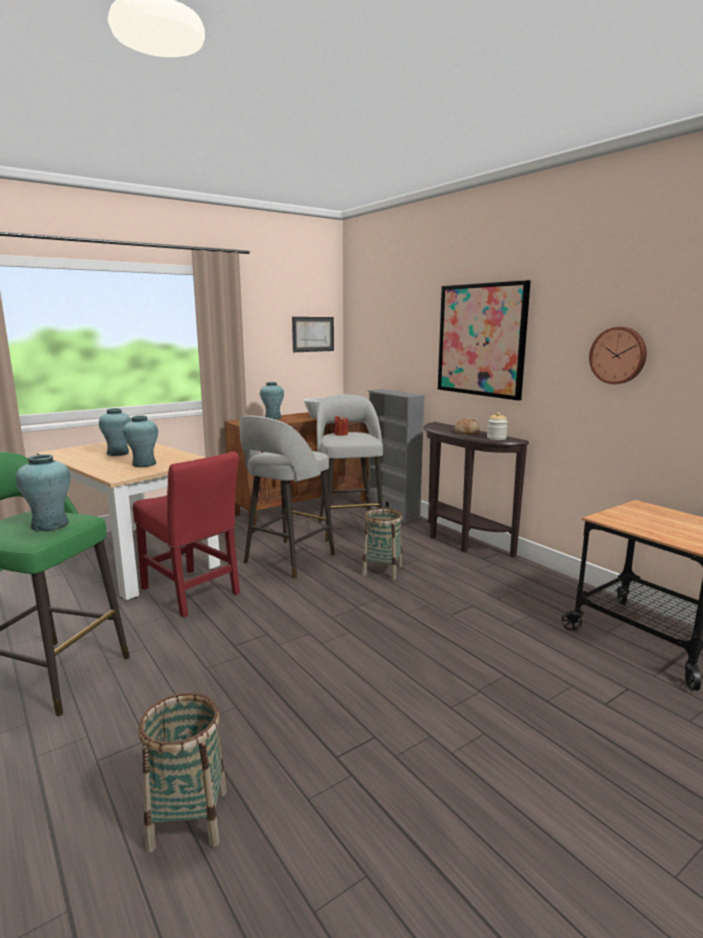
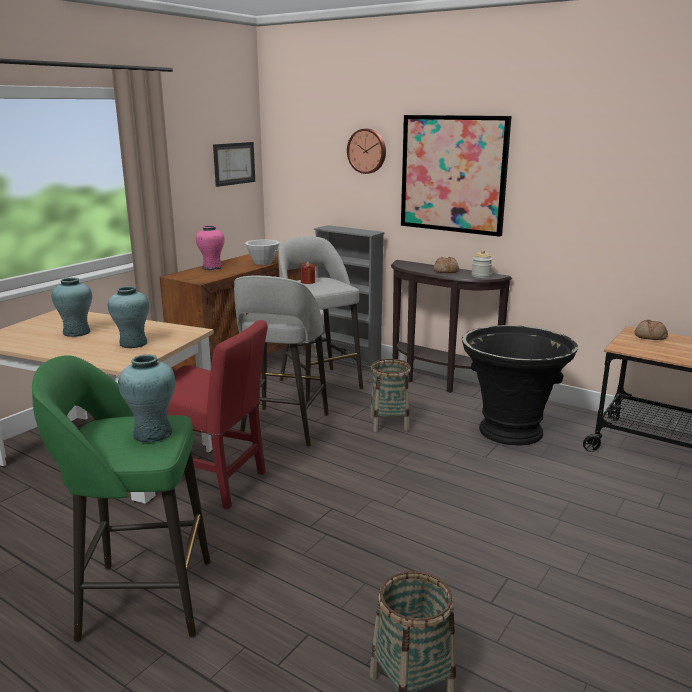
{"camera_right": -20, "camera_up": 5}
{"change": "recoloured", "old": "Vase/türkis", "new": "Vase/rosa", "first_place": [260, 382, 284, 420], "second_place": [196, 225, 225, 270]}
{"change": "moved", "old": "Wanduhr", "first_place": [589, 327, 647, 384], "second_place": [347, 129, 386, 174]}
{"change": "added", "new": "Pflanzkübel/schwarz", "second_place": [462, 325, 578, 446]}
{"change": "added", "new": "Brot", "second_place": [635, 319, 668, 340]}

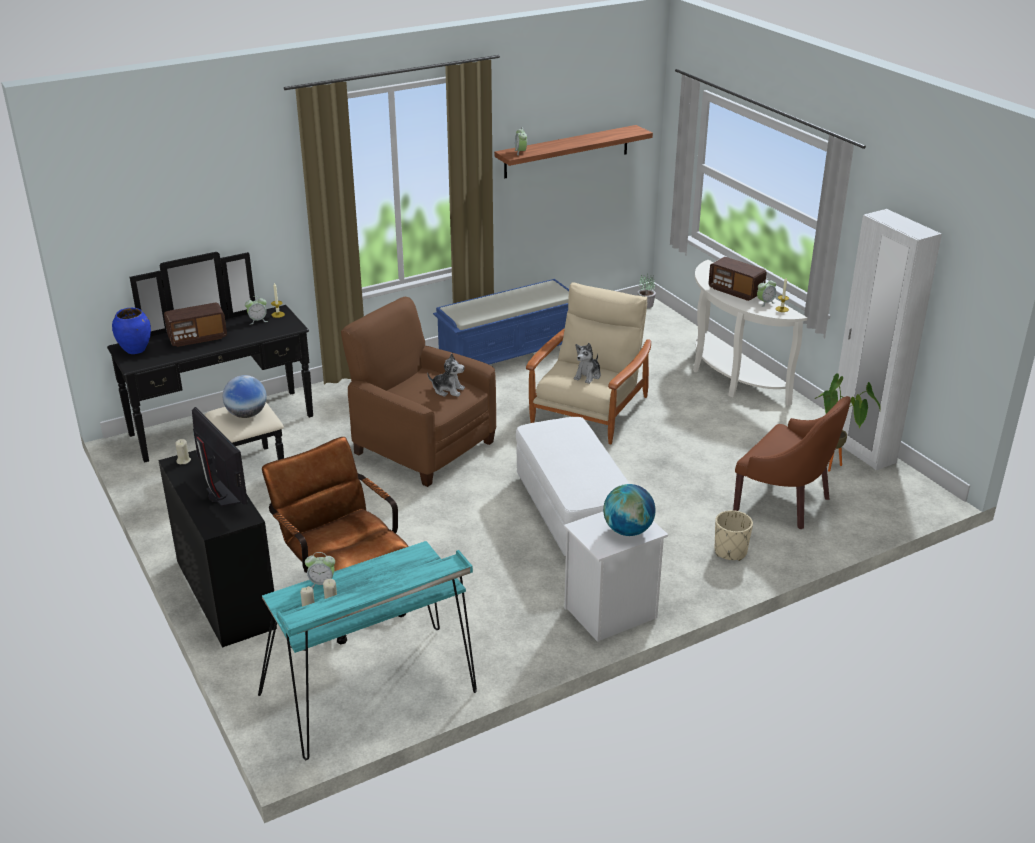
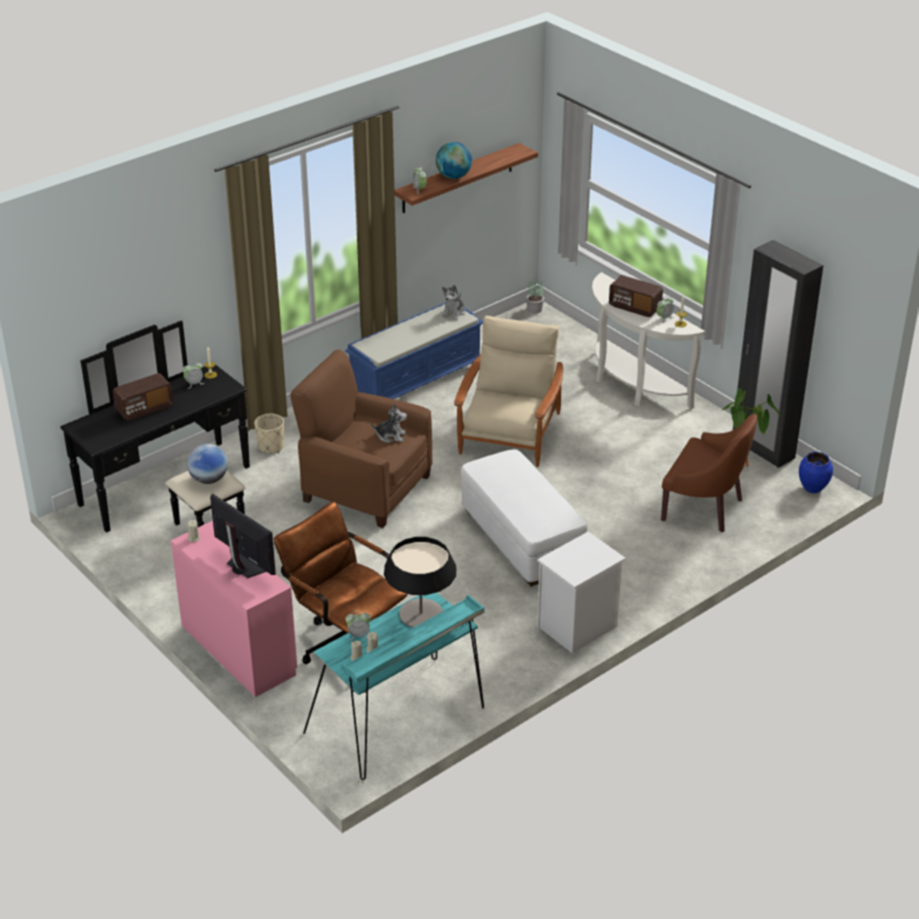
{"camera_right": -10, "camera_up": 5}
{"change": "recoloured", "old": "Schreibtisch/schwarz", "new": "Schreibtisch/rosa", "first_place": [158, 450, 277, 648], "second_place": [171, 521, 297, 697]}
{"change": "moved", "old": "Pflanzkübel/beige", "first_place": [715, 510, 753, 561], "second_place": [254, 414, 284, 453]}
{"change": "added", "new": "Tischlampe", "second_place": [384, 537, 457, 628]}
{"change": "moved", "old": "Globus", "first_place": [603, 484, 656, 536], "second_place": [436, 142, 472, 179]}
{"change": "moved", "old": "Plüschtier", "first_place": [574, 343, 601, 384], "second_place": [442, 285, 465, 320]}
{"change": "recoloured", "old": "Kleiderschrank/weiß", "new": "Kleiderschrank/schwarz", "first_place": [836, 209, 942, 470], "second_place": [733, 240, 824, 468]}
{"change": "moved", "old": "Vase/blau", "first_place": [112, 308, 151, 354], "second_place": [799, 452, 833, 493]}

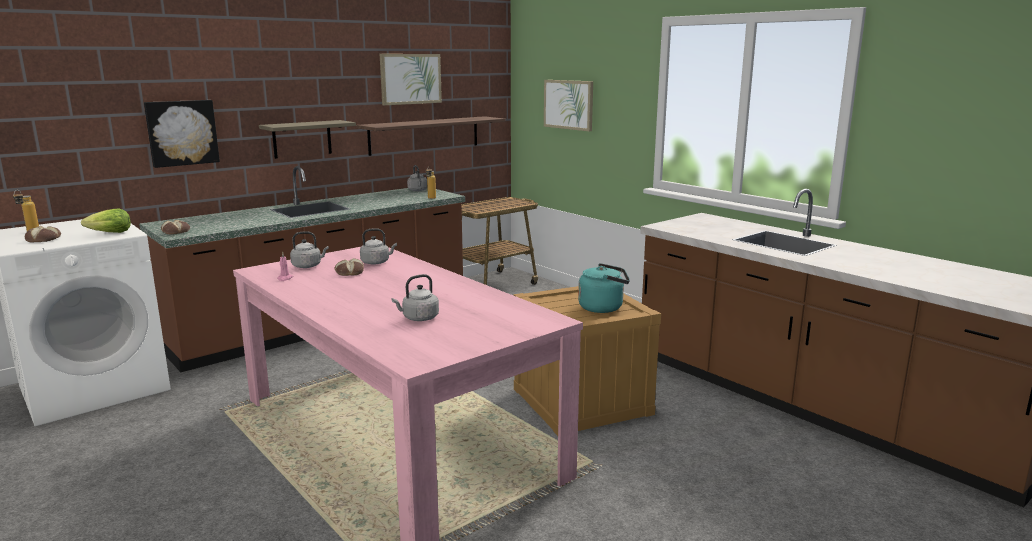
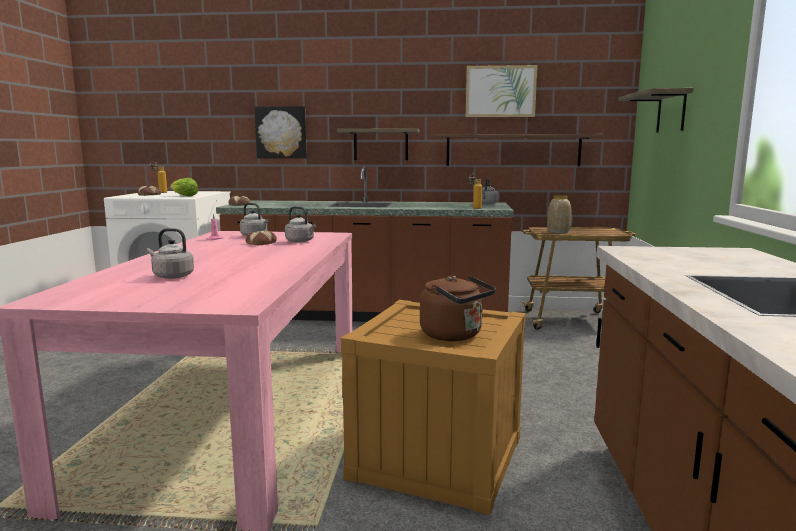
{"camera_right": 45, "camera_up": -5}
{"change": "recoloured", "old": "Wasserkessel/türkis", "new": "Wasserkessel/braun", "first_place": [578, 263, 630, 313], "second_place": [420, 275, 496, 341]}
{"change": "added", "new": "Vase", "second_place": [547, 195, 571, 233]}
{"change": "replaced", "old": "Bild", "new": "Wandregal", "first_place": [544, 80, 593, 131], "second_place": [618, 88, 694, 133]}

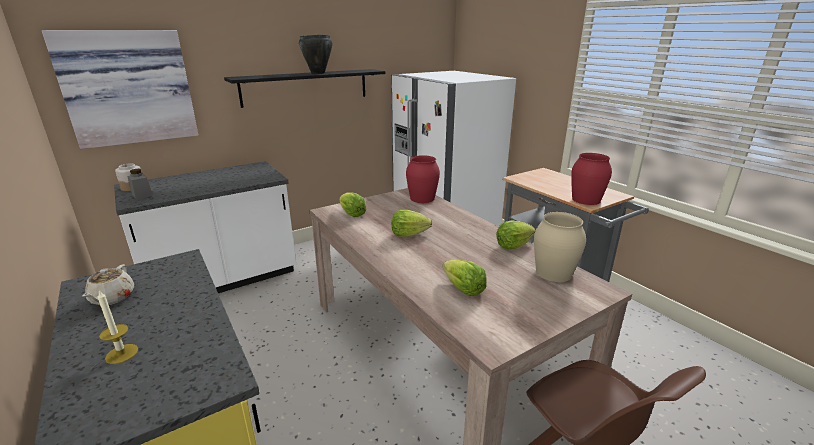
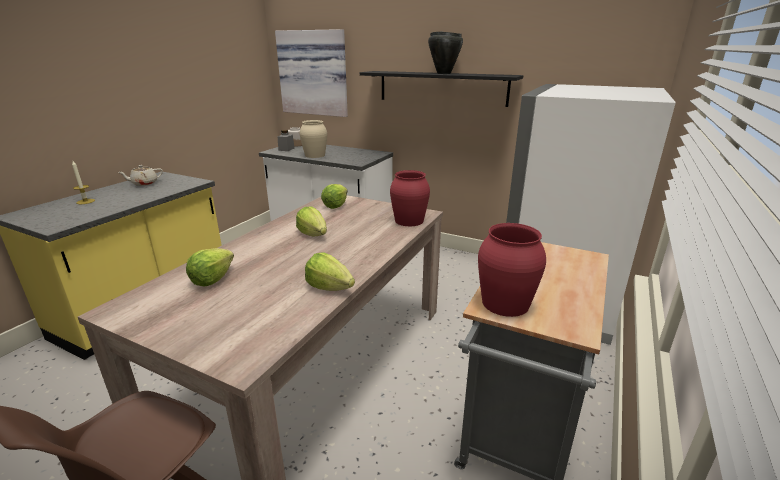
{"camera_right": 60, "camera_up": 0}
{"change": "moved", "old": "Vase/beige", "first_place": [534, 212, 586, 282], "second_place": [300, 120, 327, 158]}

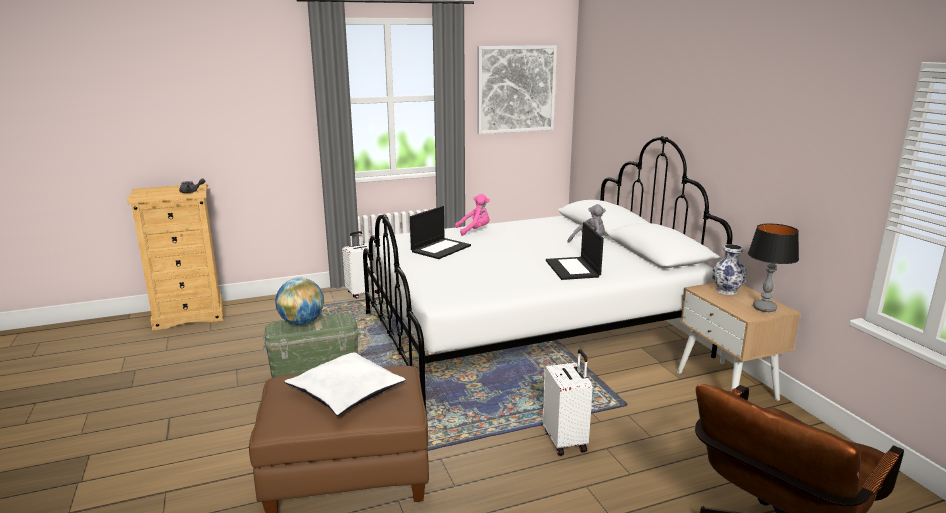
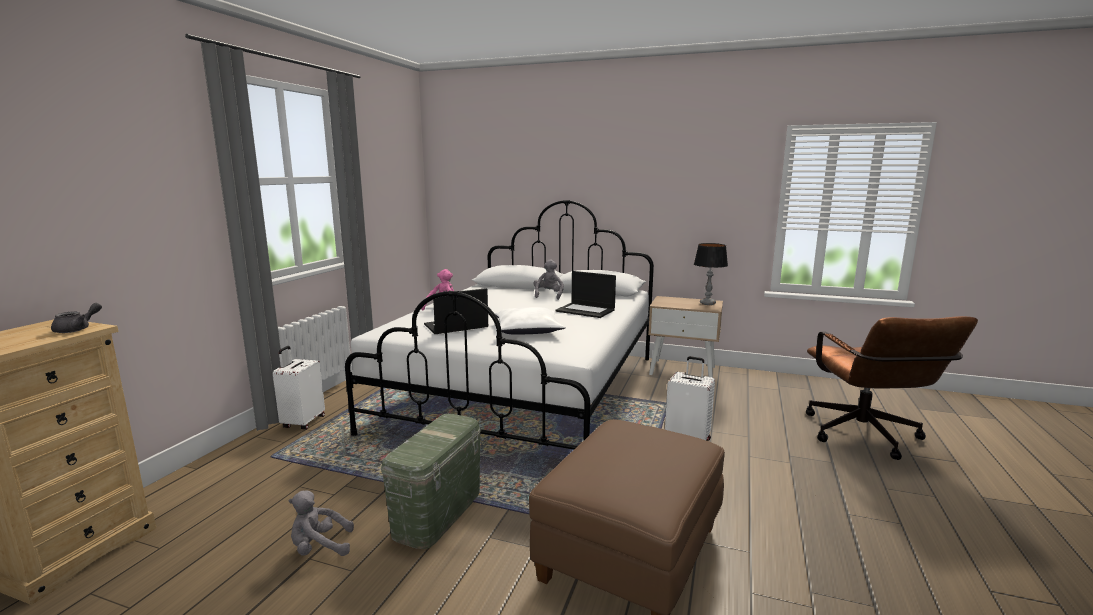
{"camera_right": -50, "camera_up": -5}
{"change": "added", "new": "Plüschtier/grau", "second_place": [288, 490, 354, 556]}
{"change": "turned", "old": "Laptop", "first_place": [410, 206, 471, 259], "second_place": [424, 288, 488, 334], "degrees": -105}
{"change": "moved", "old": "Kissen/weiß", "first_place": [284, 352, 406, 415], "second_place": [495, 307, 566, 334]}
{"change": "removed", "old": "Globus", "first_place": [275, 278, 324, 325]}
{"change": "removed", "old": "Bild", "first_place": [477, 45, 557, 134]}
{"change": "removed", "old": "Vase", "first_place": [712, 244, 747, 295]}

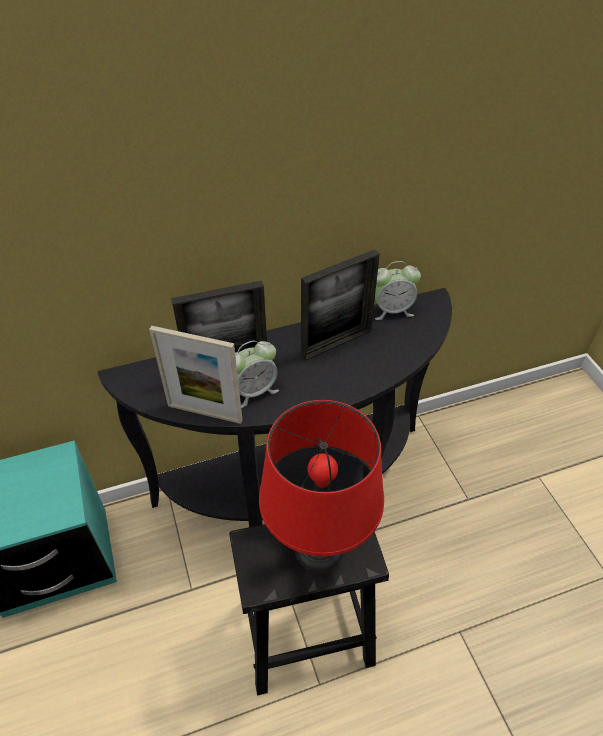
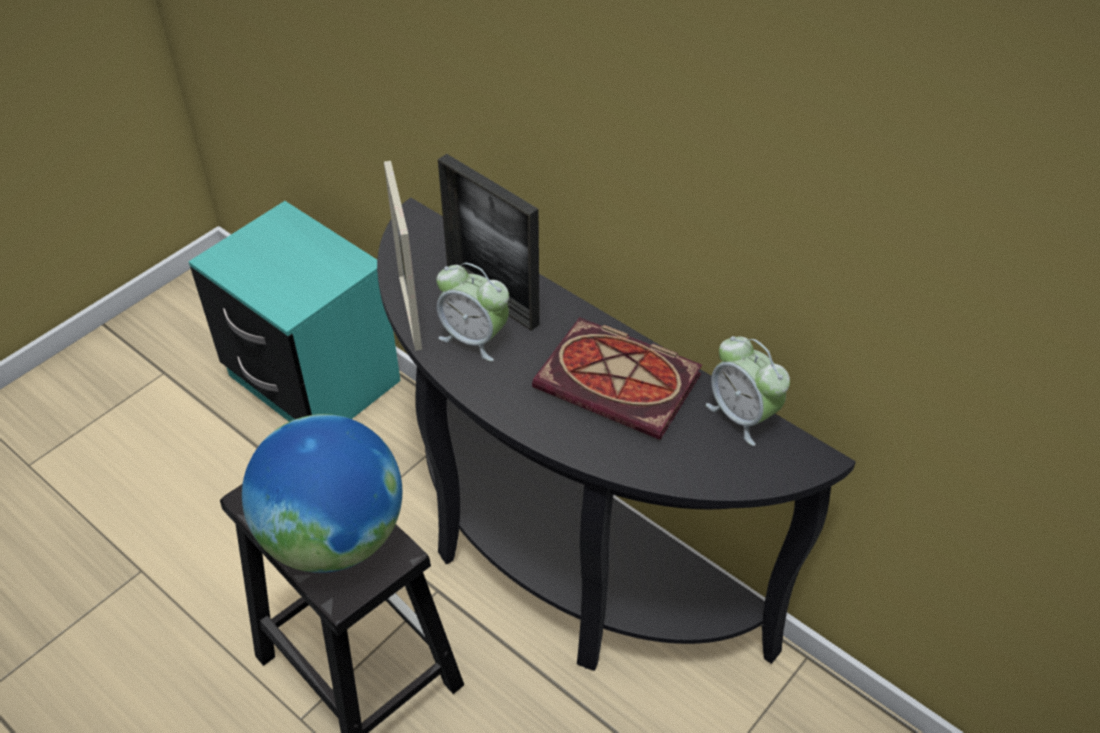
{"camera_right": 60, "camera_up": 0}
{"change": "replaced", "old": "Tischlampe/rot", "new": "Globus", "first_place": [259, 400, 384, 572], "second_place": [242, 414, 402, 573]}
{"change": "replaced", "old": "Bilderrahmen", "new": "Buch", "first_place": [301, 249, 380, 361], "second_place": [532, 317, 702, 440]}

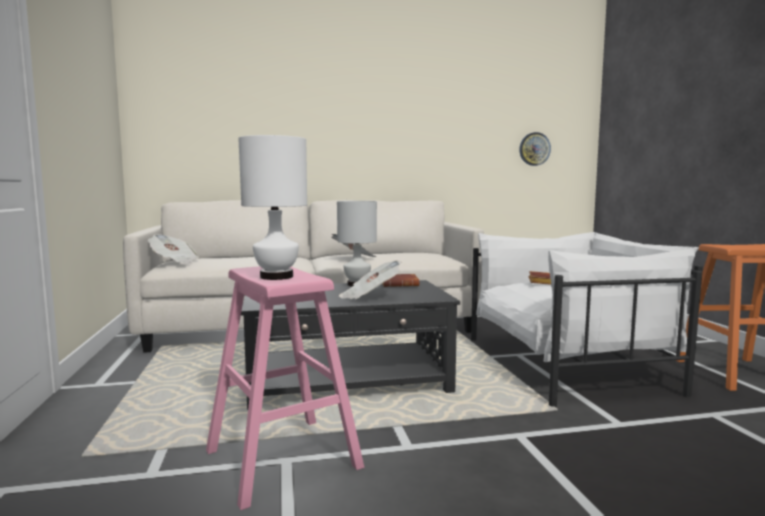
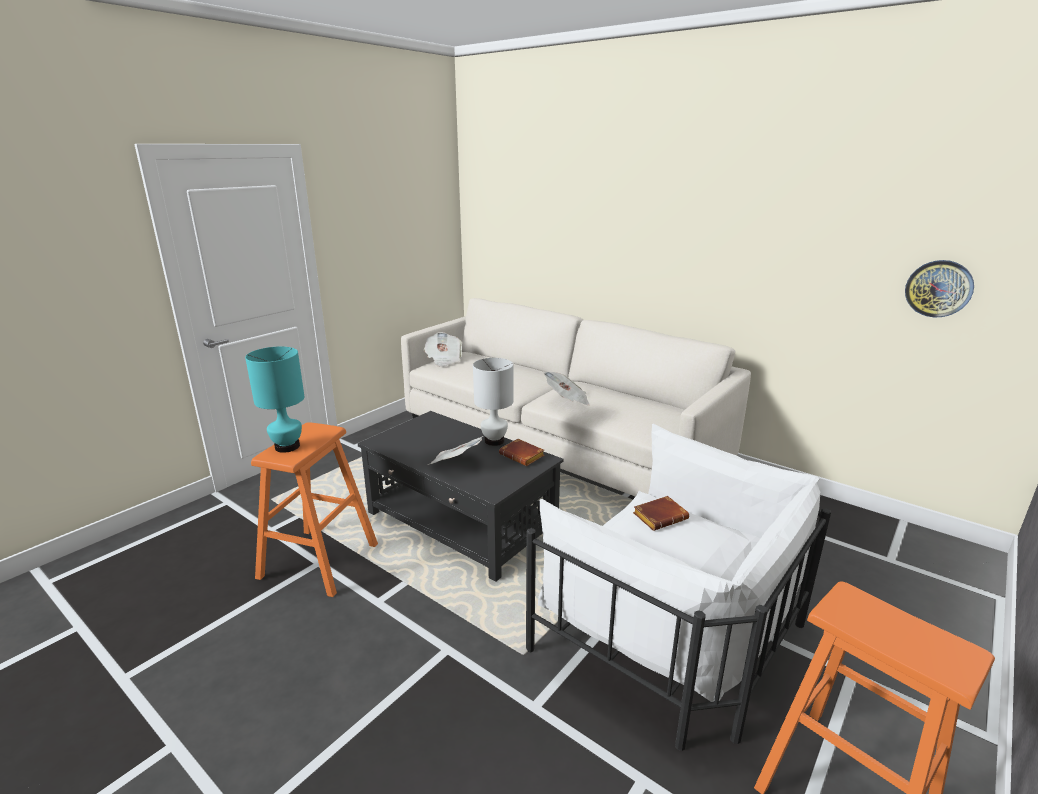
{"camera_right": 50, "camera_up": 15}
{"change": "recoloured", "old": "Tischlampe/weiß", "new": "Tischlampe/türkis", "first_place": [238, 135, 307, 280], "second_place": [245, 347, 304, 453]}
{"change": "recoloured", "old": "Hocker/rosa", "new": "Hocker/orange", "first_place": [206, 266, 364, 510], "second_place": [251, 422, 378, 597]}

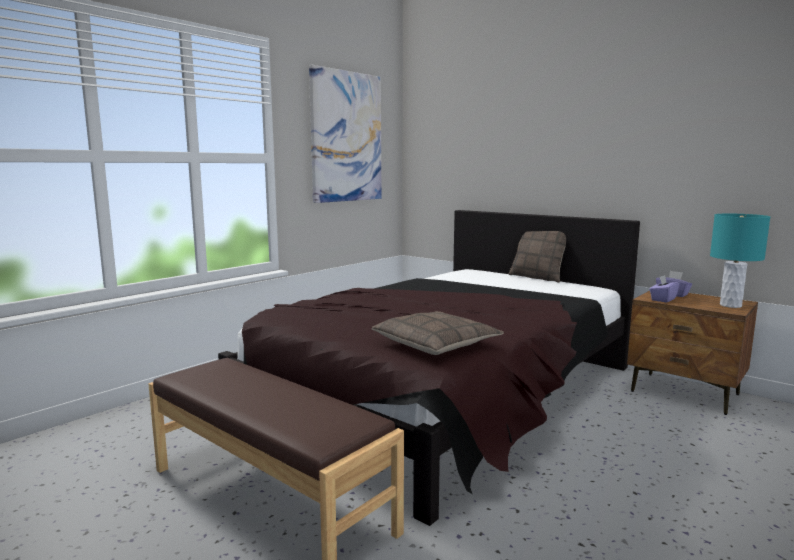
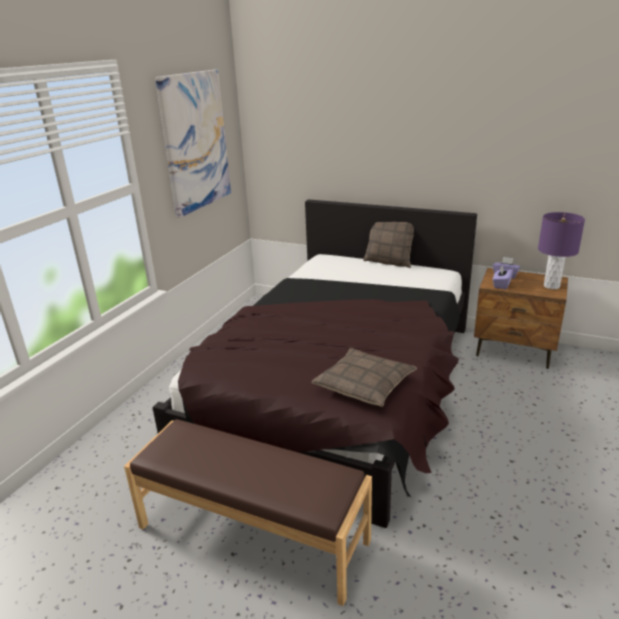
{"camera_right": -15, "camera_up": 15}
{"change": "recoloured", "old": "Tischlampe/türkis", "new": "Tischlampe/lila", "first_place": [710, 214, 770, 308], "second_place": [538, 212, 585, 289]}

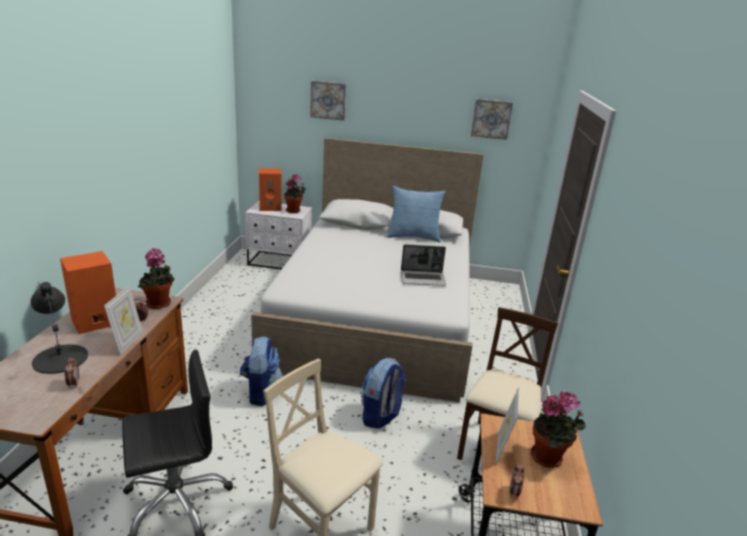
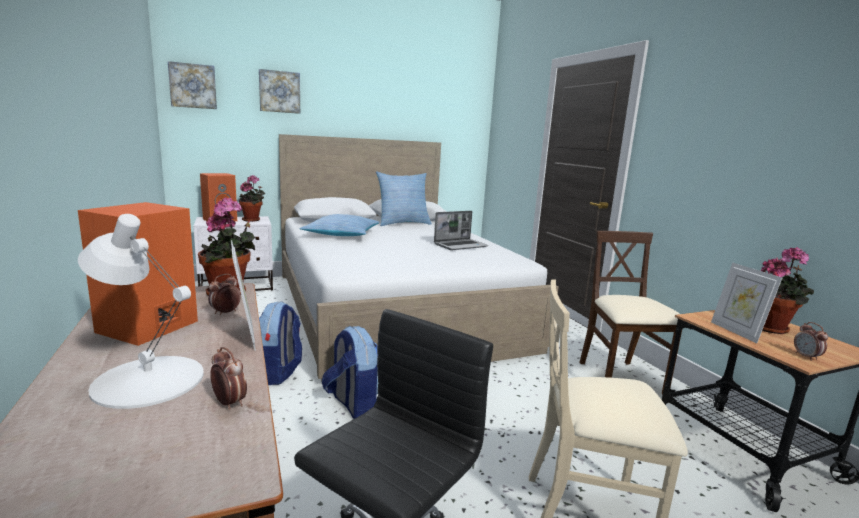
{"camera_right": -30, "camera_up": -10}
{"change": "recoloured", "old": "Tischlampe/schwarz", "new": "Tischlampe/weiß", "first_place": [30, 282, 88, 374], "second_place": [78, 214, 204, 409]}
{"change": "moved", "old": "Bild", "first_place": [471, 99, 513, 140], "second_place": [168, 61, 217, 109]}
{"change": "moved", "old": "Rucksack", "first_place": [361, 358, 406, 429], "second_place": [259, 301, 302, 385]}
{"change": "added", "new": "Kissen", "second_place": [299, 214, 380, 236]}

